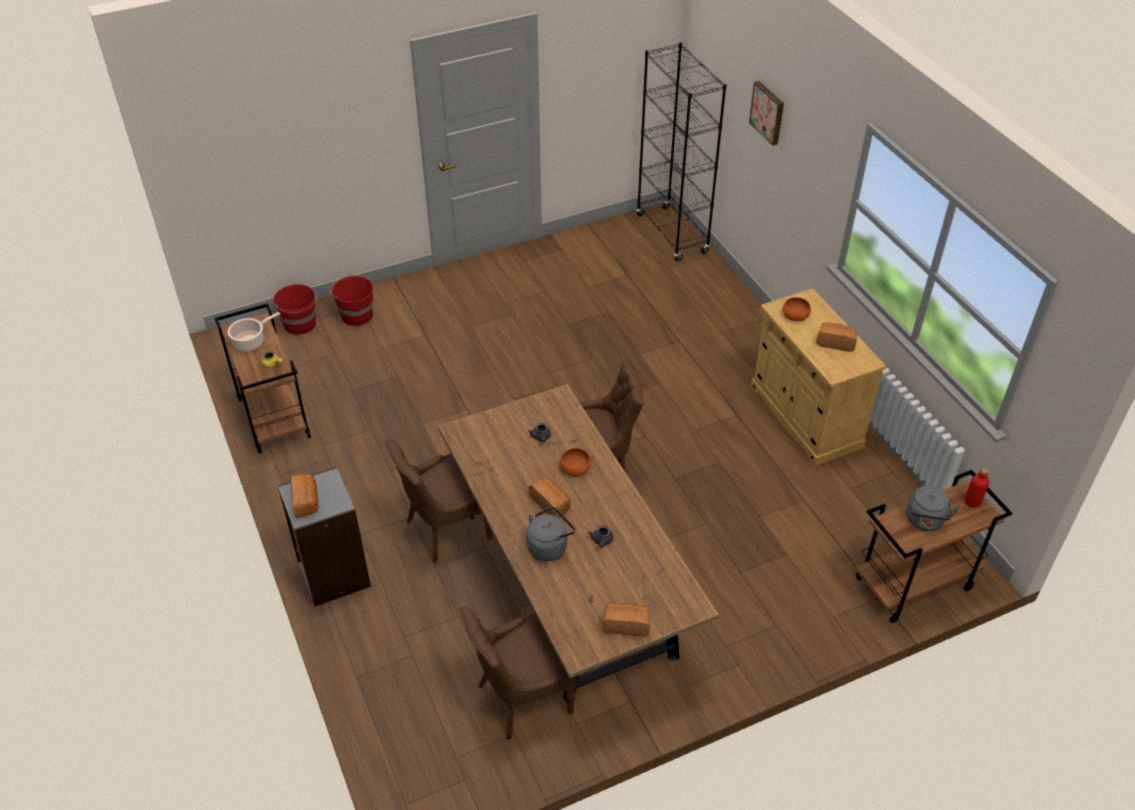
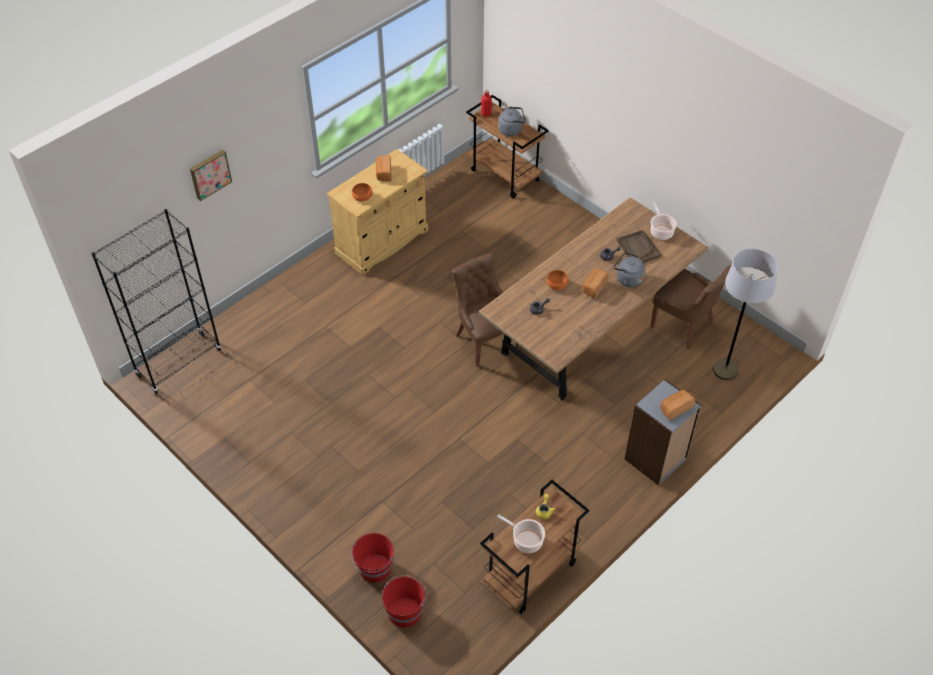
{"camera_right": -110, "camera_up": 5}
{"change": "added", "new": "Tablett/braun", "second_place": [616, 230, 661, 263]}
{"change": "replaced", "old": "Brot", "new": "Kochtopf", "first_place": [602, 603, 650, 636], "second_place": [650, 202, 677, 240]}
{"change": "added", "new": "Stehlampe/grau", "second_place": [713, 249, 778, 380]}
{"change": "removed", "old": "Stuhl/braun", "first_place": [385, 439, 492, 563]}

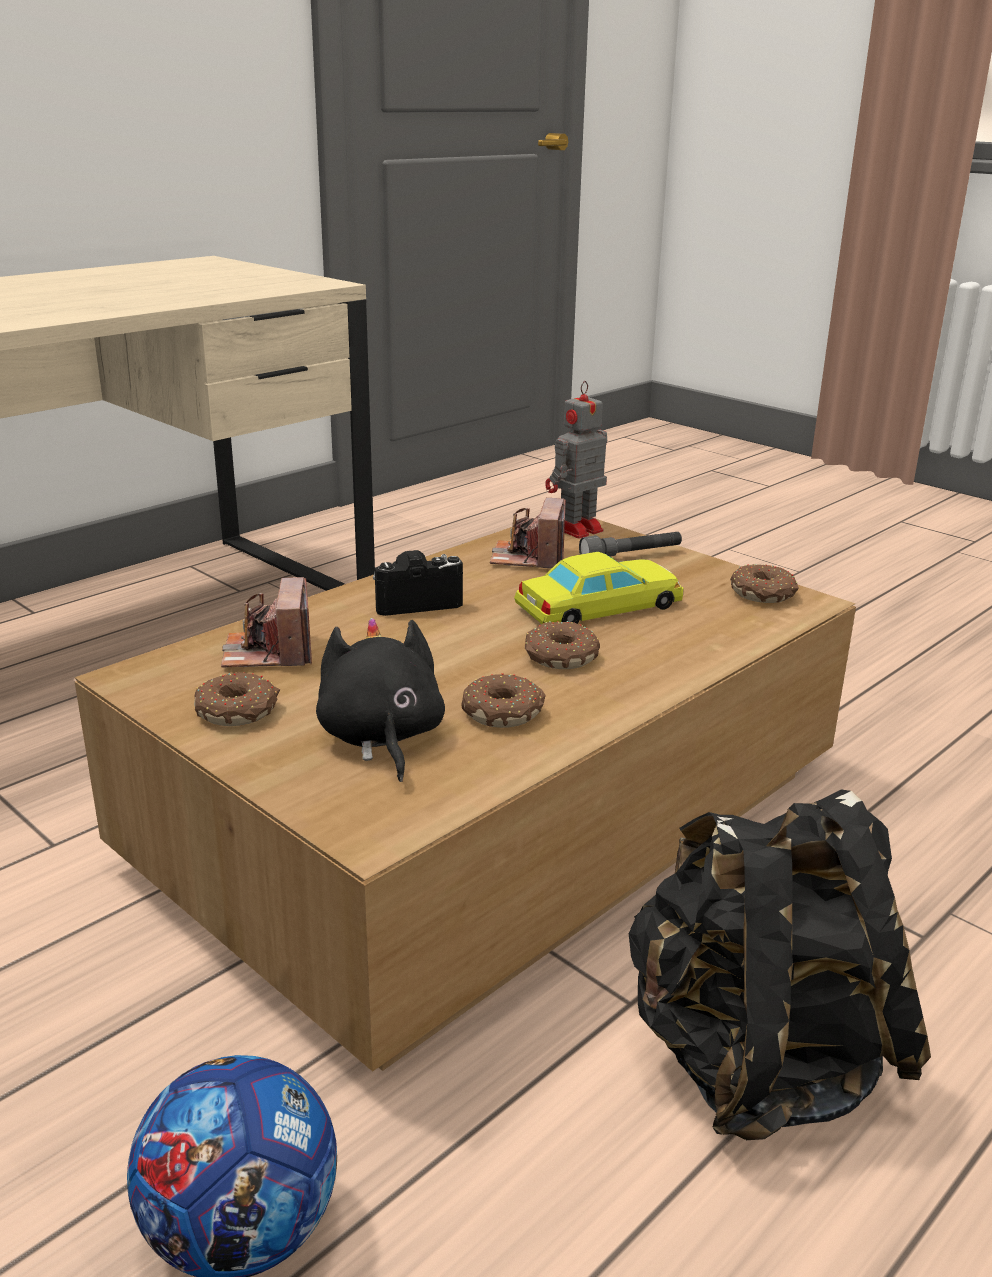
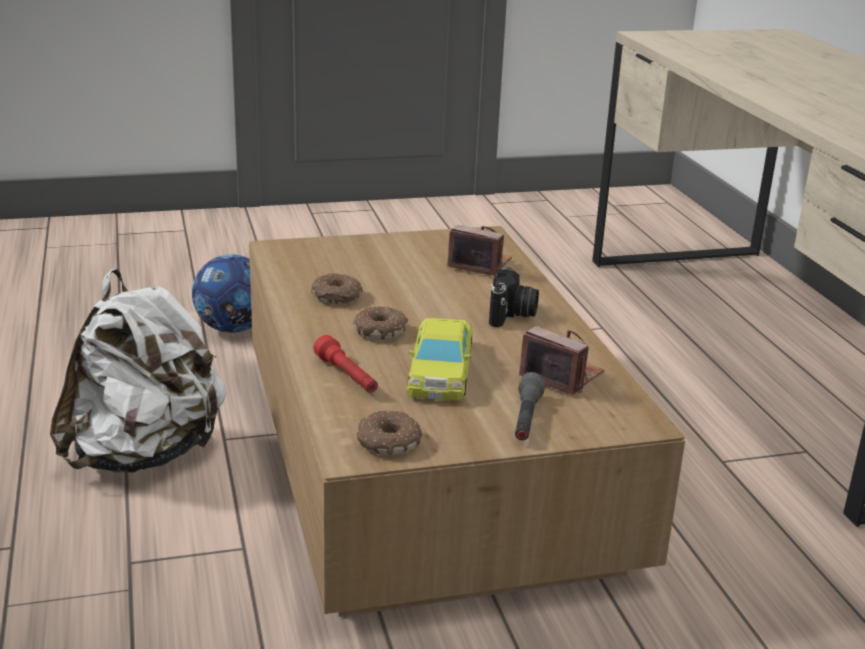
{"camera_right": 120, "camera_up": 0}
{"change": "recoloured", "old": "Rucksack/schwarz", "new": "Rucksack/weiß", "first_place": [629, 790, 931, 1140], "second_place": [50, 269, 226, 473]}
{"change": "added", "new": "Taschenlampe/rot", "second_place": [313, 335, 378, 392]}
{"change": "removed", "old": "Donut", "first_place": [194, 672, 280, 726]}
{"change": "removed", "old": "Plüschtier/schwarz", "first_place": [316, 618, 445, 782]}
{"change": "removed", "old": "Spielzeugroboter", "first_place": [545, 381, 607, 539]}

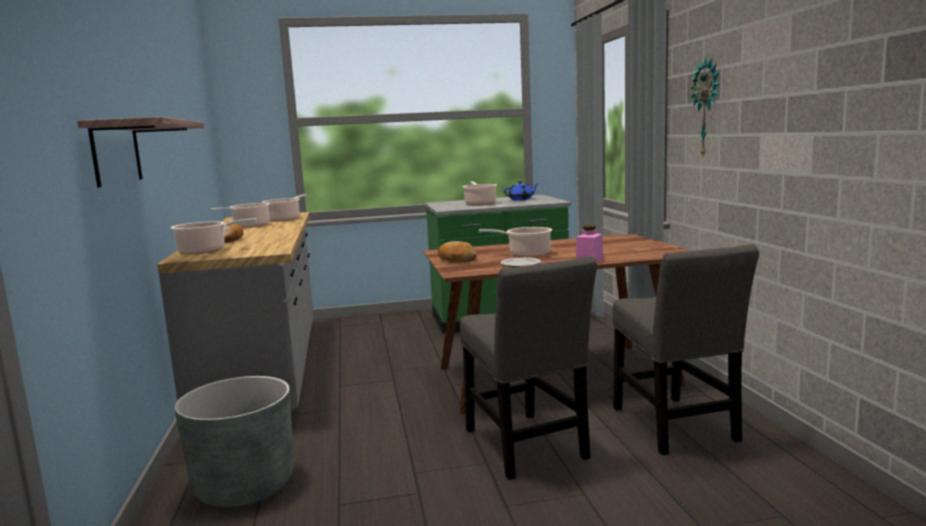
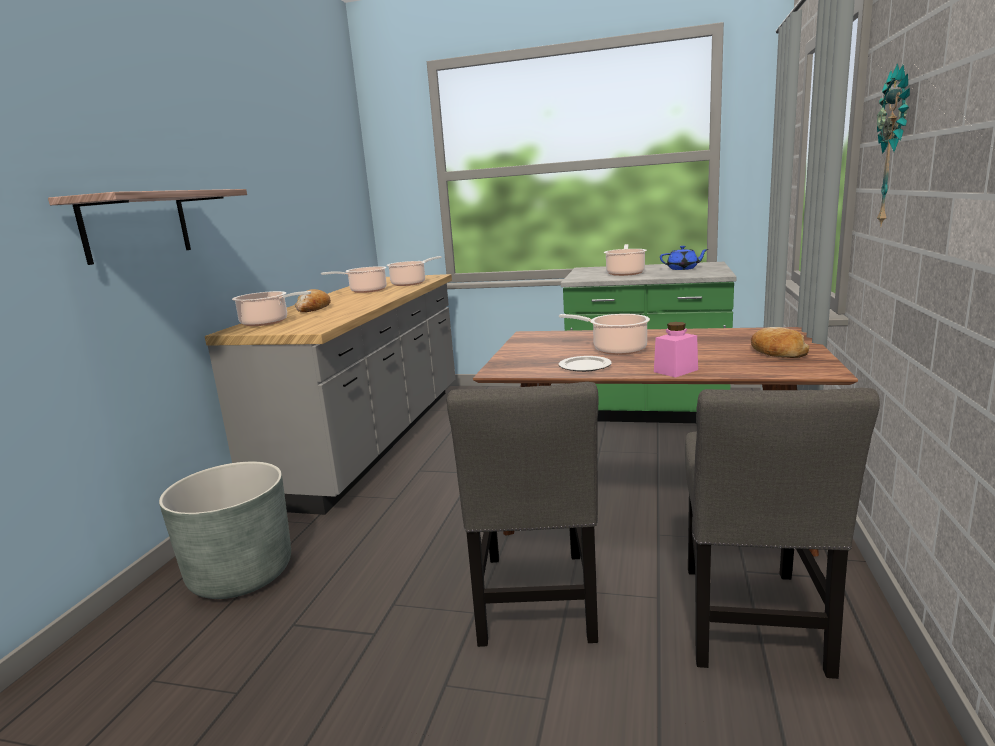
{"camera_right": 25, "camera_up": 5}
{"change": "moved", "old": "Brot", "first_place": [438, 241, 477, 262], "second_place": [751, 327, 809, 358]}

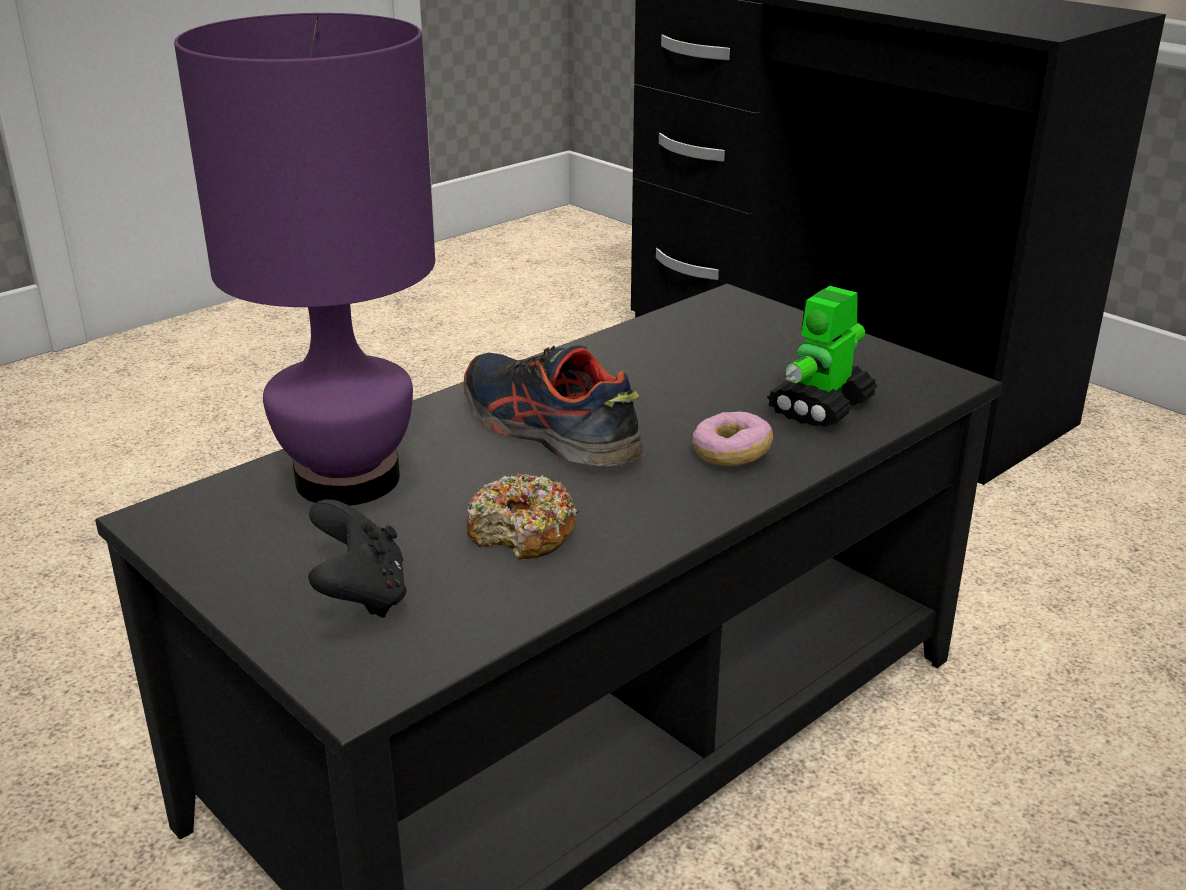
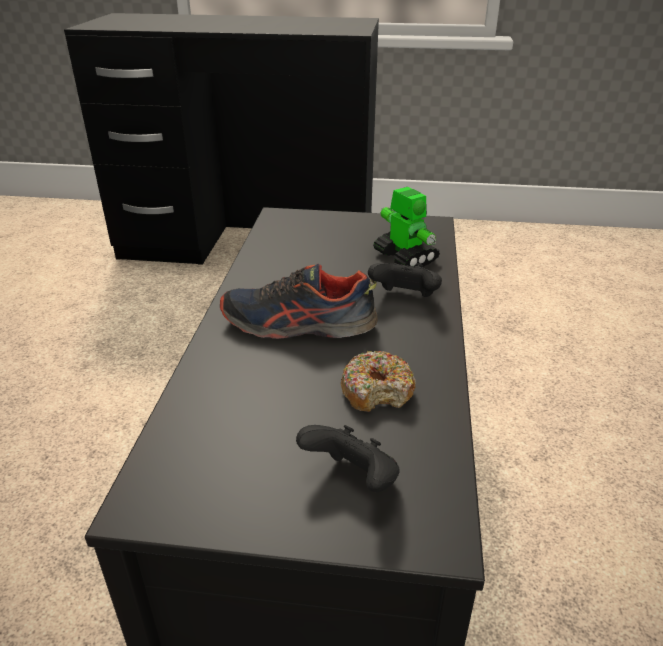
{"camera_right": -40, "camera_up": 5}
{"change": "replaced", "old": "Donut", "new": "Gamepad/schwarz", "first_place": [692, 412, 773, 466], "second_place": [368, 263, 442, 297]}
{"change": "turned", "old": "Spielzeugroboter", "first_place": [767, 286, 878, 427], "second_place": [373, 187, 440, 267], "degrees": 150}
{"change": "removed", "old": "Tischlampe/lila", "first_place": [174, 13, 435, 506]}

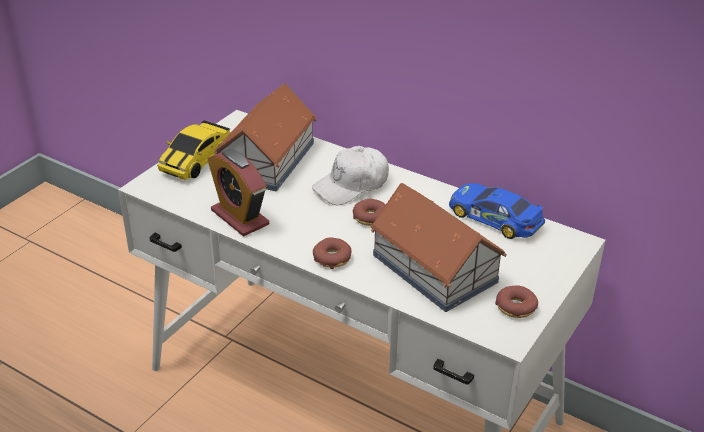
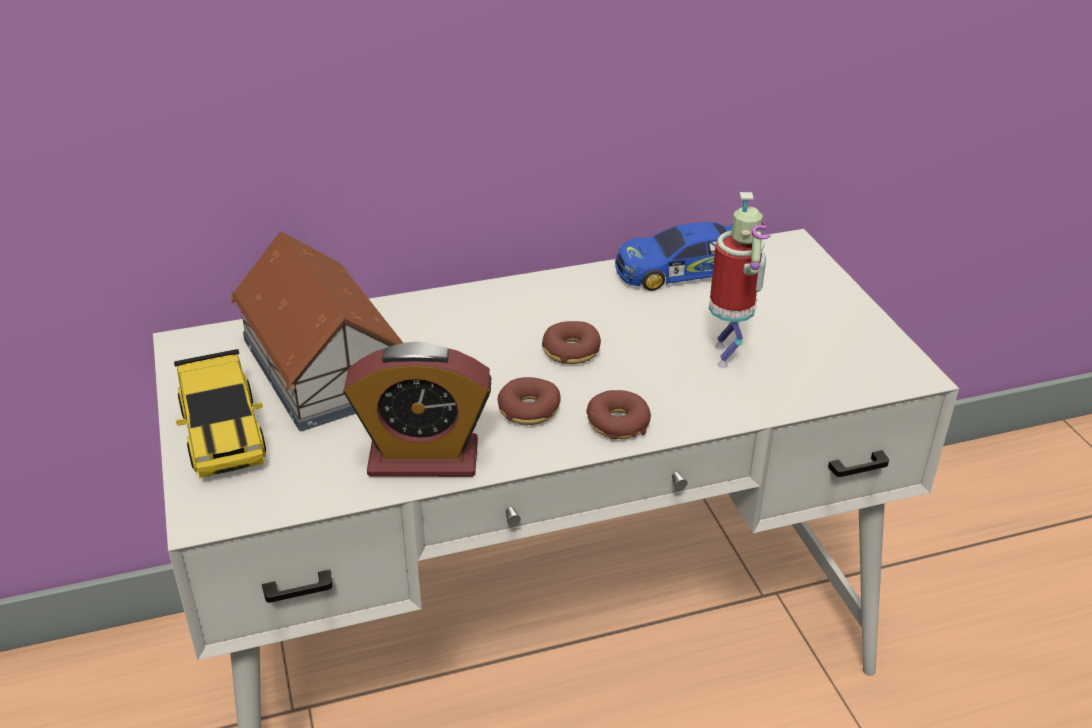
{"camera_right": -50, "camera_up": 0}
{"change": "moved", "old": "Donut", "first_place": [495, 285, 538, 318], "second_place": [498, 377, 561, 425]}
{"change": "replaced", "old": "Spielzeughaus", "new": "Spielzeugroboter", "first_place": [370, 183, 507, 312], "second_place": [709, 192, 771, 368]}
{"change": "removed", "old": "Kappe/weiß", "first_place": [312, 146, 389, 205]}

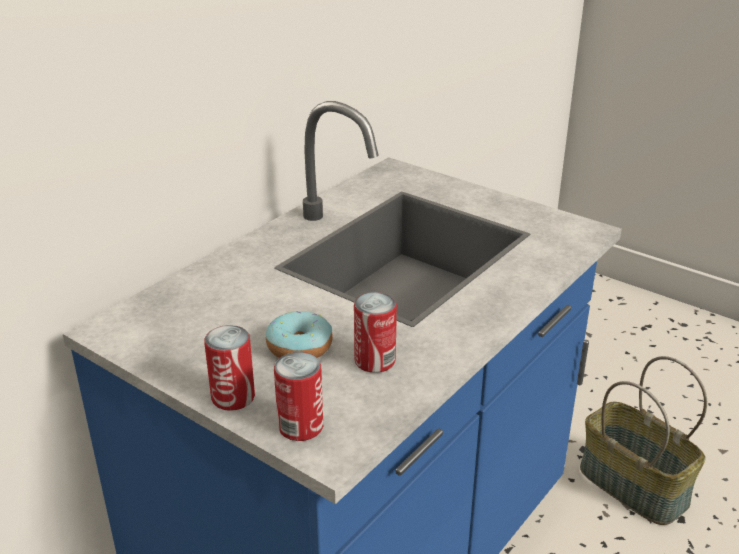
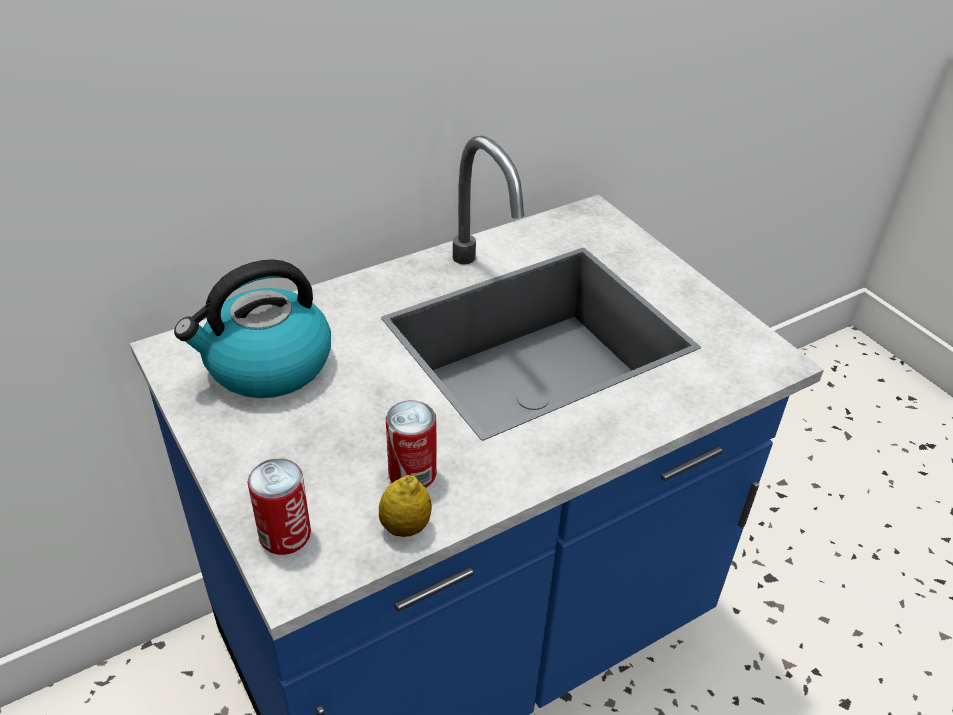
{"camera_right": 20, "camera_up": 10}
{"change": "added", "new": "Wasserkessel", "second_place": [174, 259, 331, 398]}
{"change": "added", "new": "Zitrone", "second_place": [379, 475, 432, 537]}
{"change": "removed", "old": "Dose", "first_place": [204, 325, 255, 411]}
{"change": "removed", "old": "Donut", "first_place": [266, 311, 333, 358]}
{"change": "removed", "old": "Korb", "first_place": [580, 356, 707, 525]}

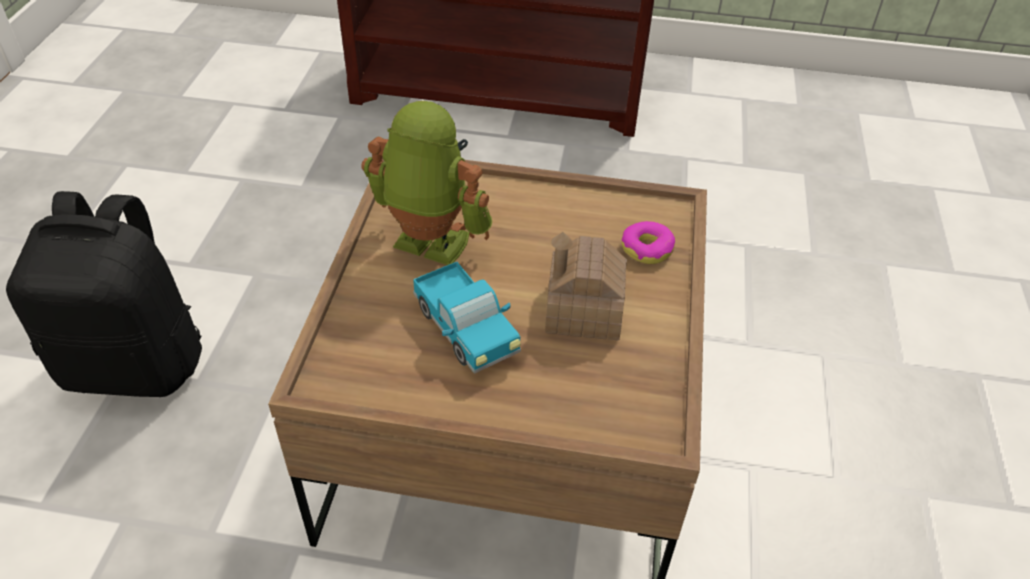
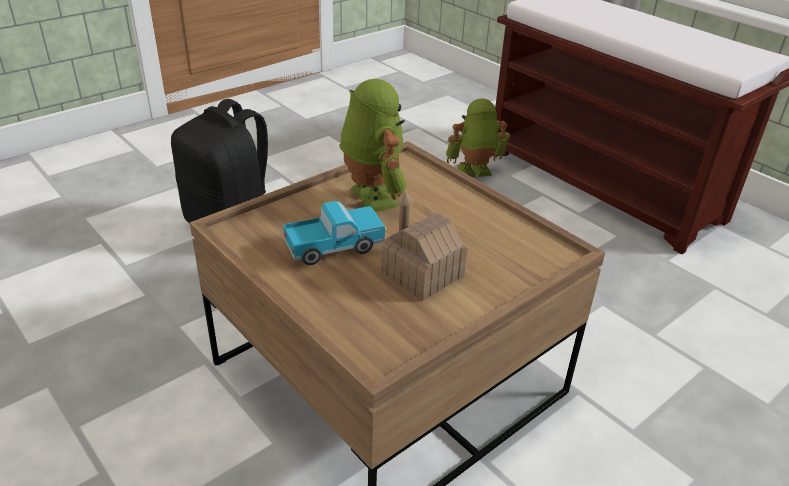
{"camera_right": 40, "camera_up": -10}
{"change": "turned", "old": "Spielzeuglaster", "first_place": [413, 262, 521, 374], "second_place": [283, 201, 387, 265], "degrees": -120}
{"change": "added", "new": "Spielzeugroboter", "second_place": [446, 98, 510, 177]}
{"change": "removed", "old": "Donut", "first_place": [622, 221, 675, 264]}

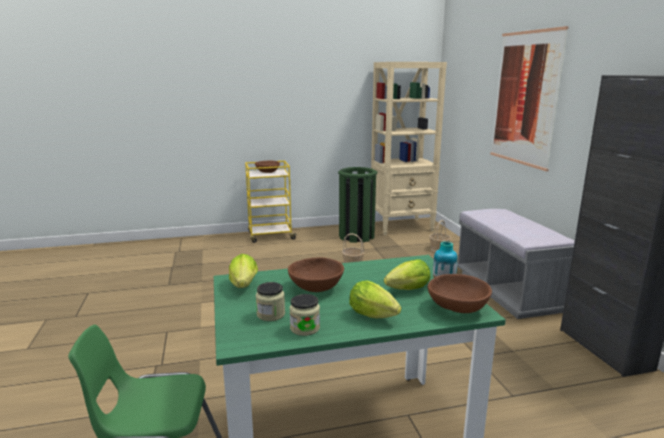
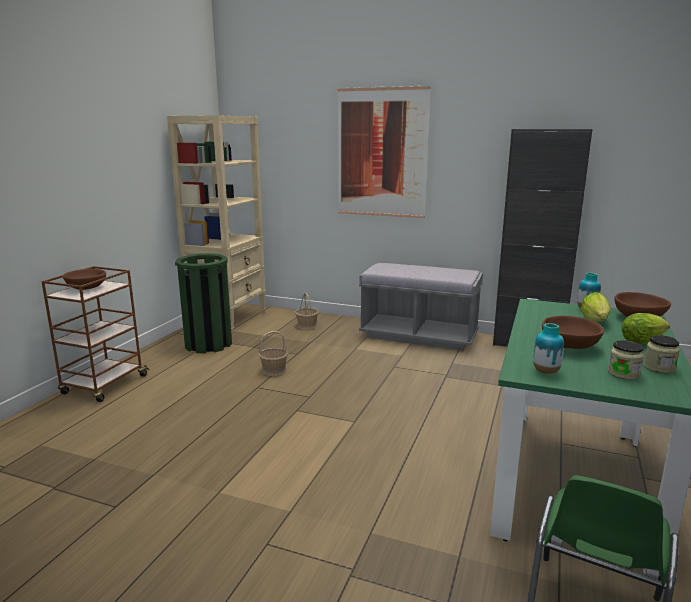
{"camera_right": -55, "camera_up": 0}
{"change": "recoloured", "old": "Rollwagen/gelb", "new": "Rollwagen/braun", "first_place": [245, 161, 297, 243], "second_place": [41, 266, 149, 402]}
{"change": "replaced", "old": "Salatkopf", "new": "Vase", "first_place": [229, 254, 258, 288], "second_place": [533, 323, 564, 374]}

